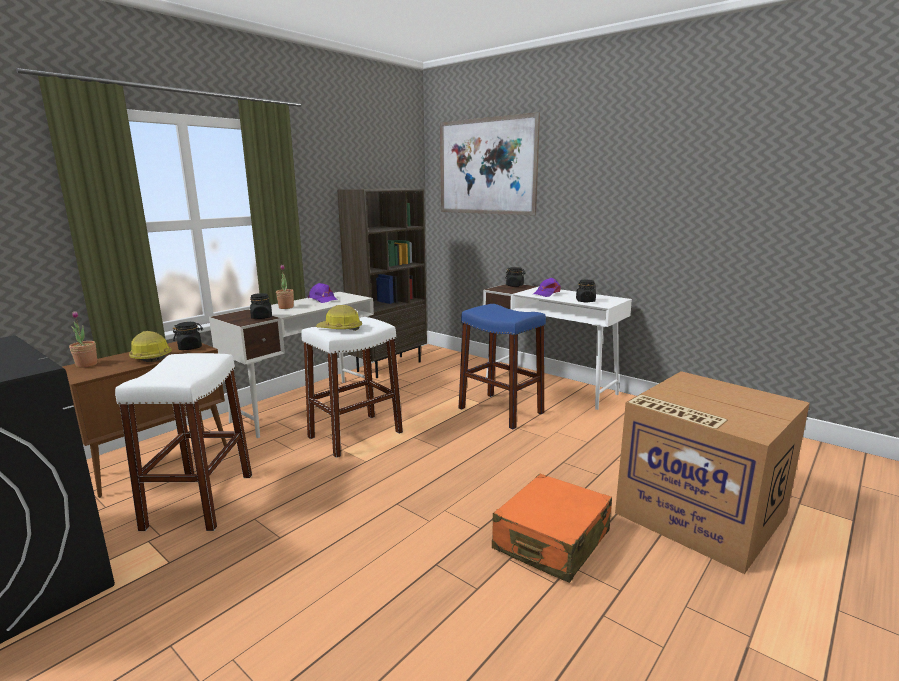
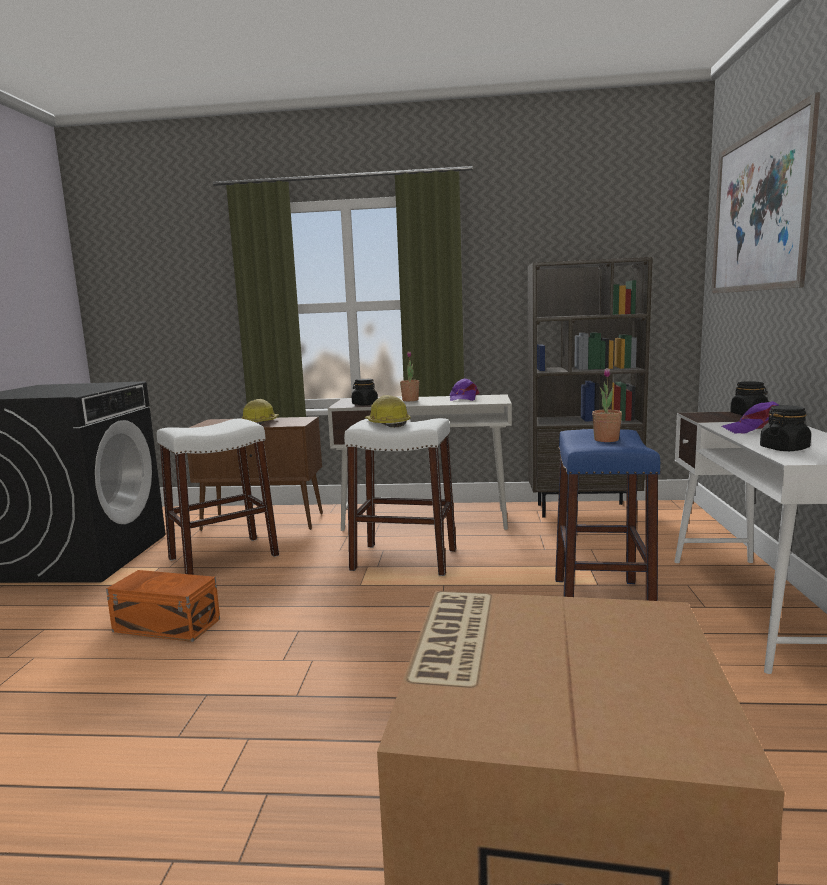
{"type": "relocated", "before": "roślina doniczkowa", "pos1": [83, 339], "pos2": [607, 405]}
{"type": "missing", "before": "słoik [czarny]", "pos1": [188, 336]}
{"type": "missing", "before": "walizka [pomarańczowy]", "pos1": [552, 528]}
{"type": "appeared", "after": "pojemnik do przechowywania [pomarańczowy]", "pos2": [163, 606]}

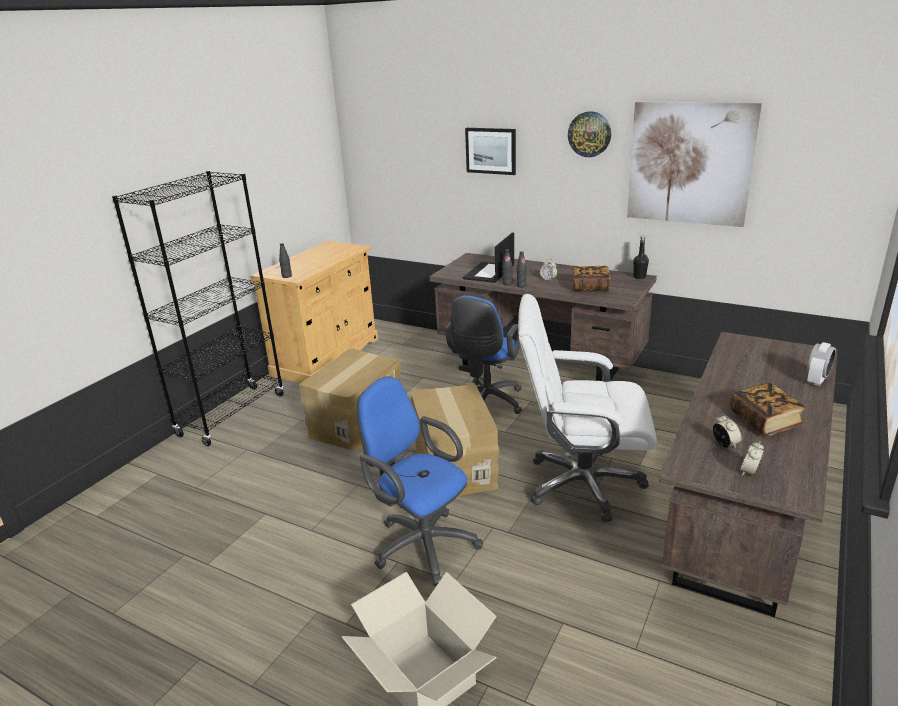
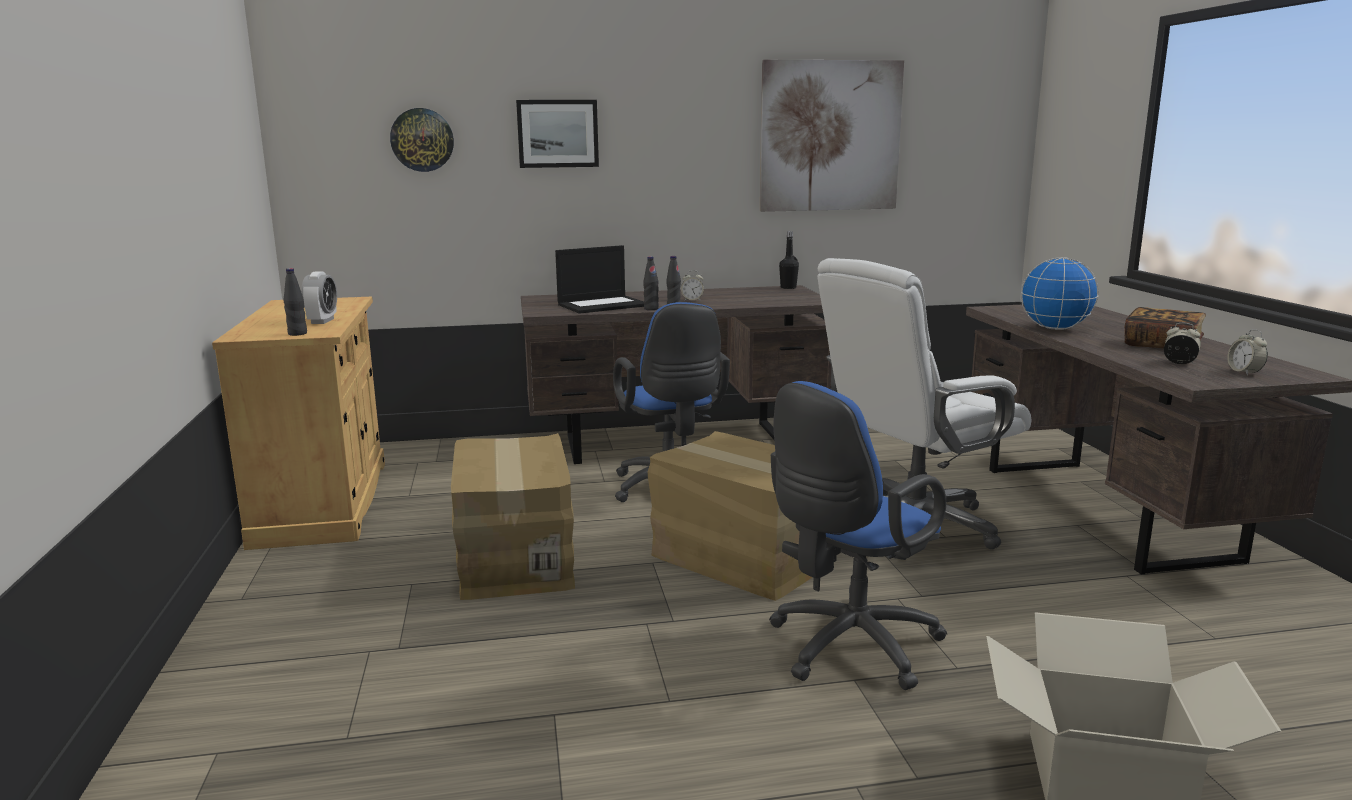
{"type": "relocated", "before": "zegar ścienny", "pos1": [589, 134], "pos2": [422, 140]}
{"type": "missing", "before": "regał [czarny]", "pos1": [198, 308]}
{"type": "spun", "before": "laptop", "pos1": [488, 257], "pos2": [599, 279], "turn": -105}
{"type": "missing", "before": "książka", "pos1": [591, 279]}
{"type": "relocated", "before": "budzik", "pos1": [821, 364], "pos2": [319, 297]}
{"type": "spun", "before": "krzesło biurowe [niebieski]", "pos1": [420, 481], "pos2": [858, 535], "turn": -45}
{"type": "appeared", "after": "globus", "pos2": [1060, 293]}

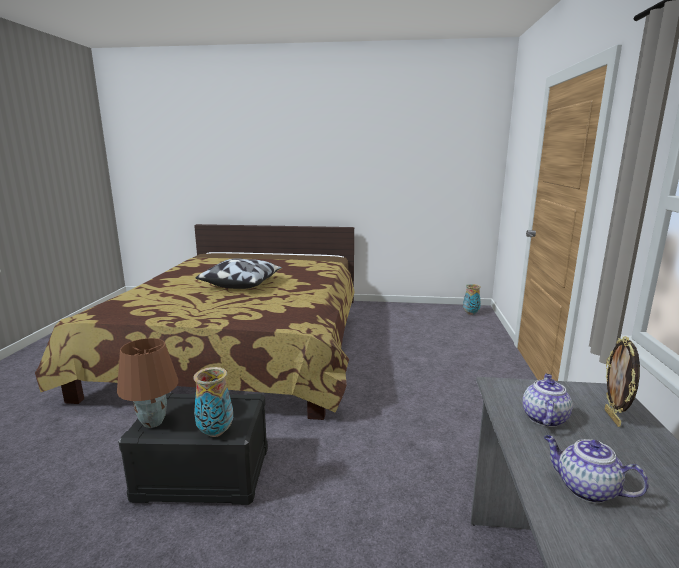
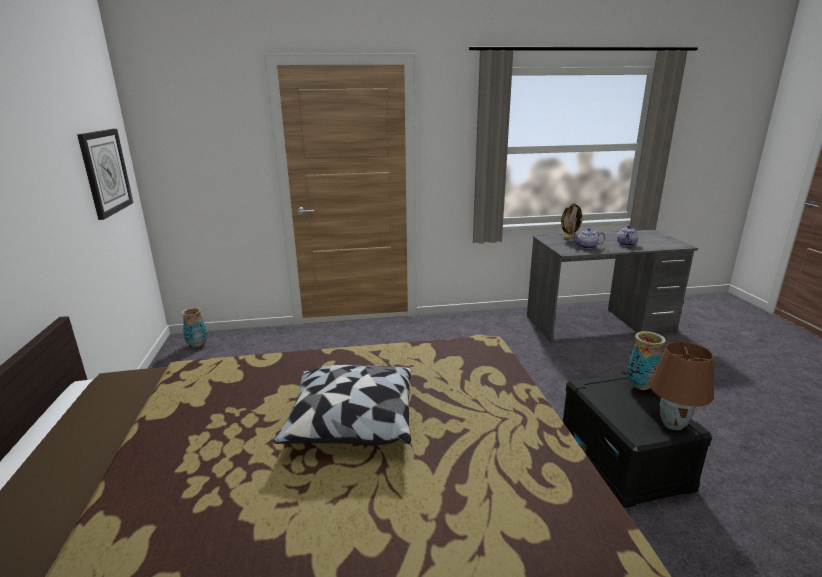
{"type": "appeared", "after": "zegar ścienny", "pos2": [105, 174]}

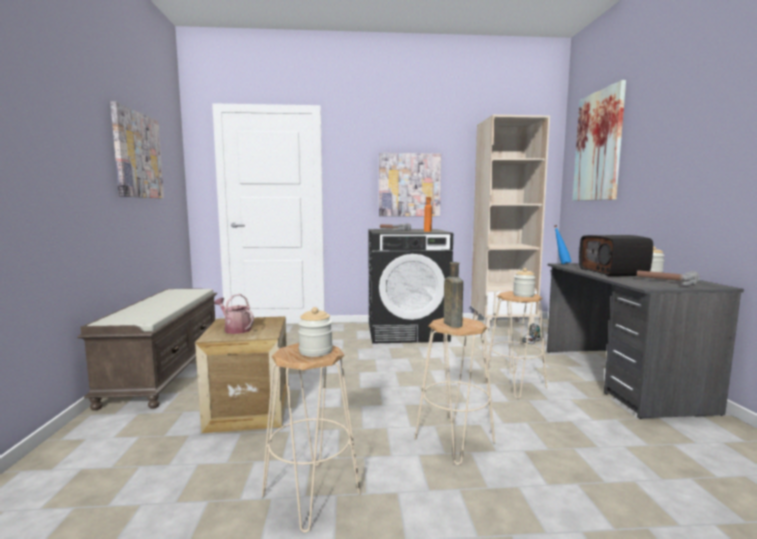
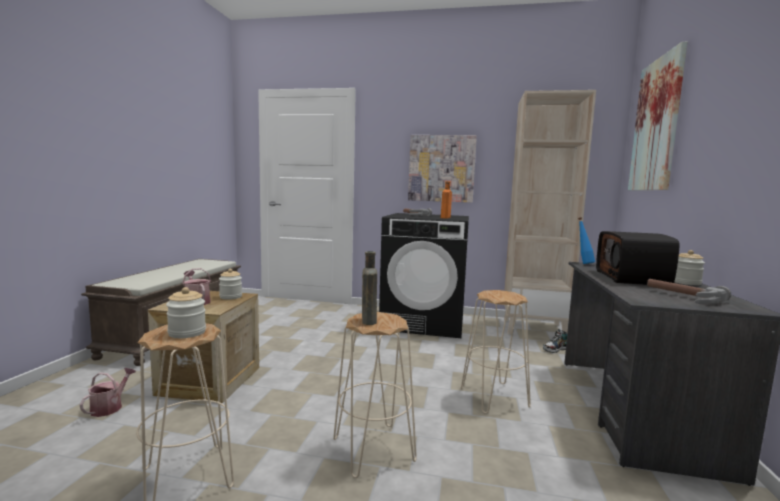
{"type": "missing", "before": "obraz", "pos1": [137, 149]}
{"type": "relocated", "before": "słoik", "pos1": [524, 282], "pos2": [230, 284]}
{"type": "appeared", "after": "konewka", "pos2": [108, 392]}

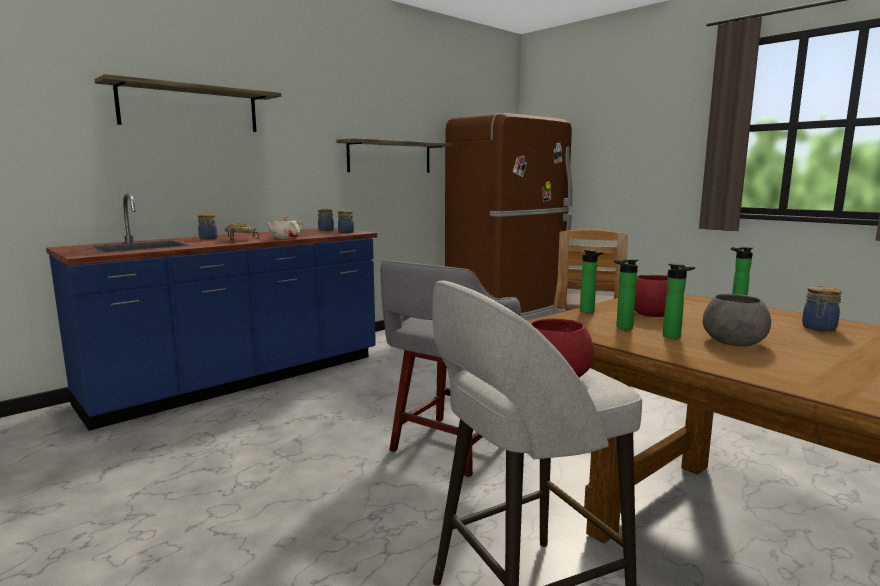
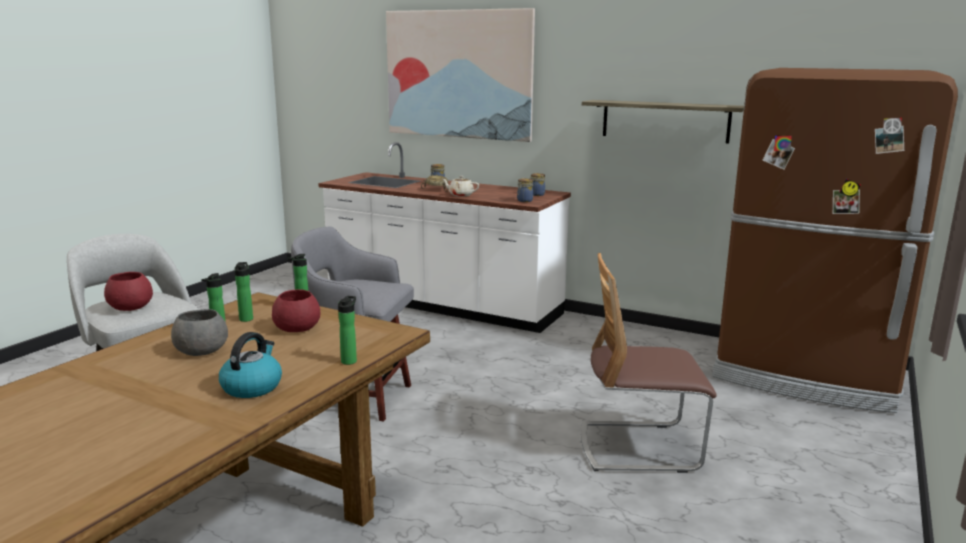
{"type": "exchanged", "before": "półka", "after": "obraz", "pos1": [188, 103], "pos2": [460, 75]}
{"type": "colour", "before": "zabudowa kuchenna [niebieski]", "after": "zabudowa kuchenna [biały]", "pos1": [211, 312], "pos2": [444, 237]}
{"type": "exchanged", "before": "słoik", "after": "czajnik", "pos1": [822, 308], "pos2": [250, 365]}

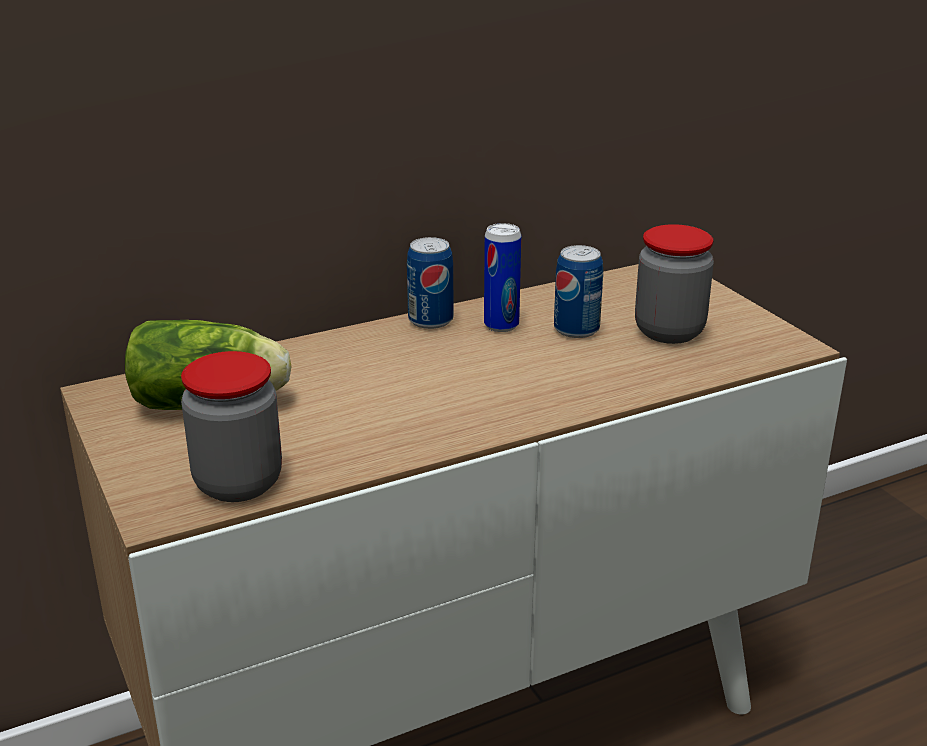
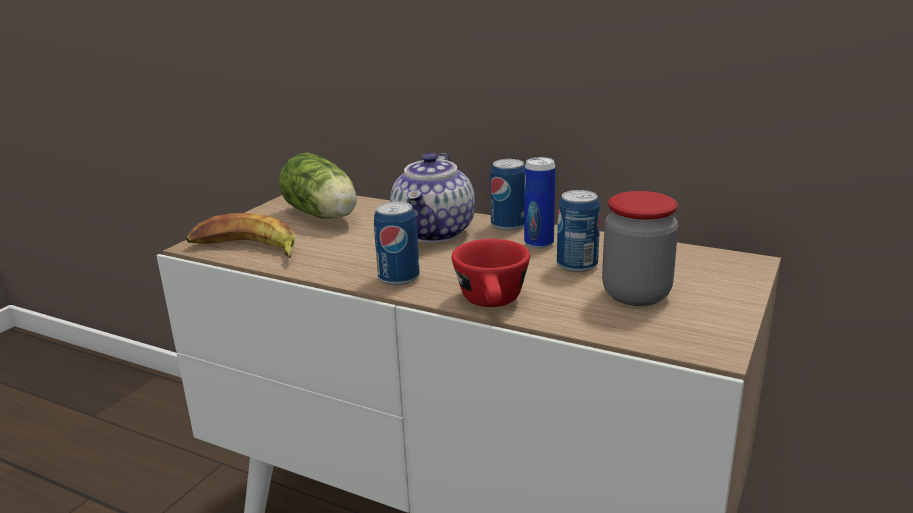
{"type": "exchanged", "before": "słoik", "after": "banan", "pos1": [231, 426], "pos2": [240, 235]}
{"type": "appeared", "after": "imbryk", "pos2": [432, 197]}
{"type": "appeared", "after": "puszka", "pos2": [397, 243]}
{"type": "appeared", "after": "filiżanka [czerwony]", "pos2": [491, 273]}

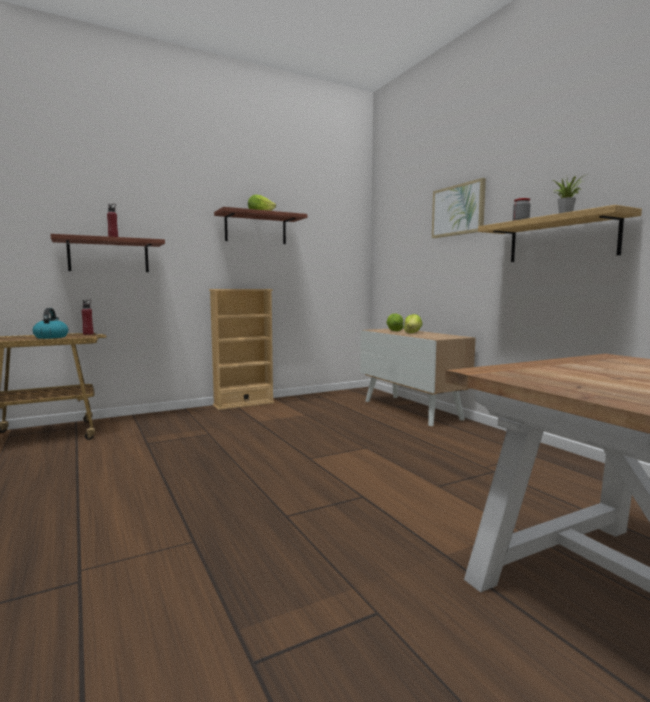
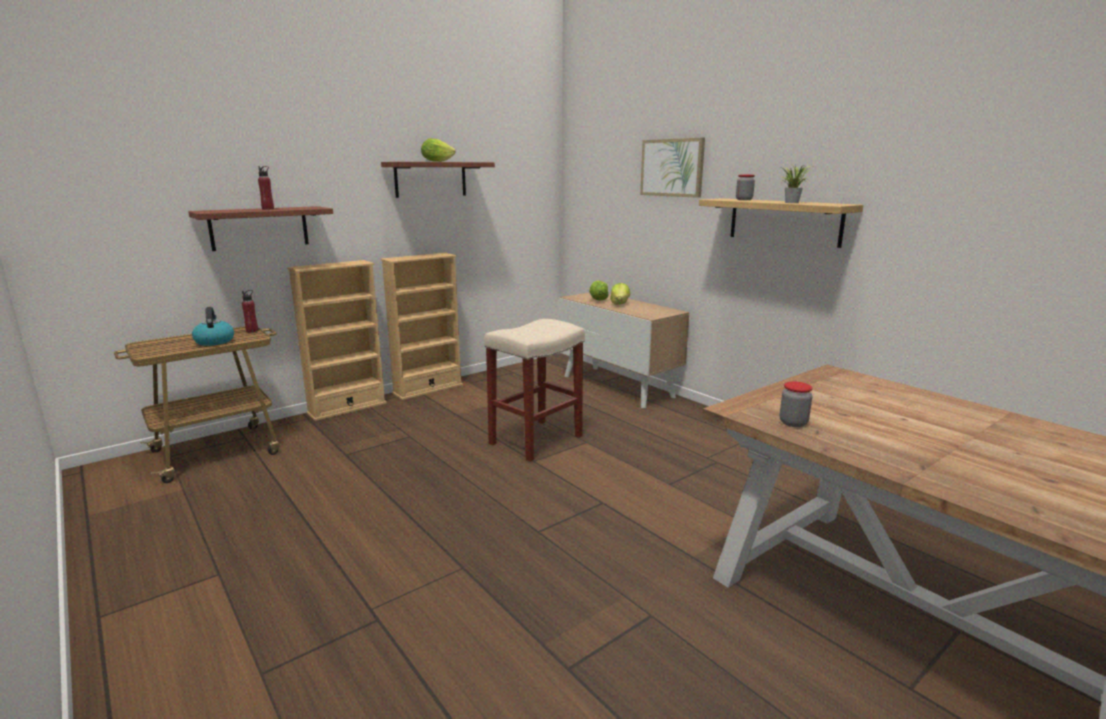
{"type": "appeared", "after": "regał [beżowy]", "pos2": [337, 340]}
{"type": "appeared", "after": "stołek [beżowy]", "pos2": [534, 390]}
{"type": "appeared", "after": "słoik", "pos2": [796, 404]}

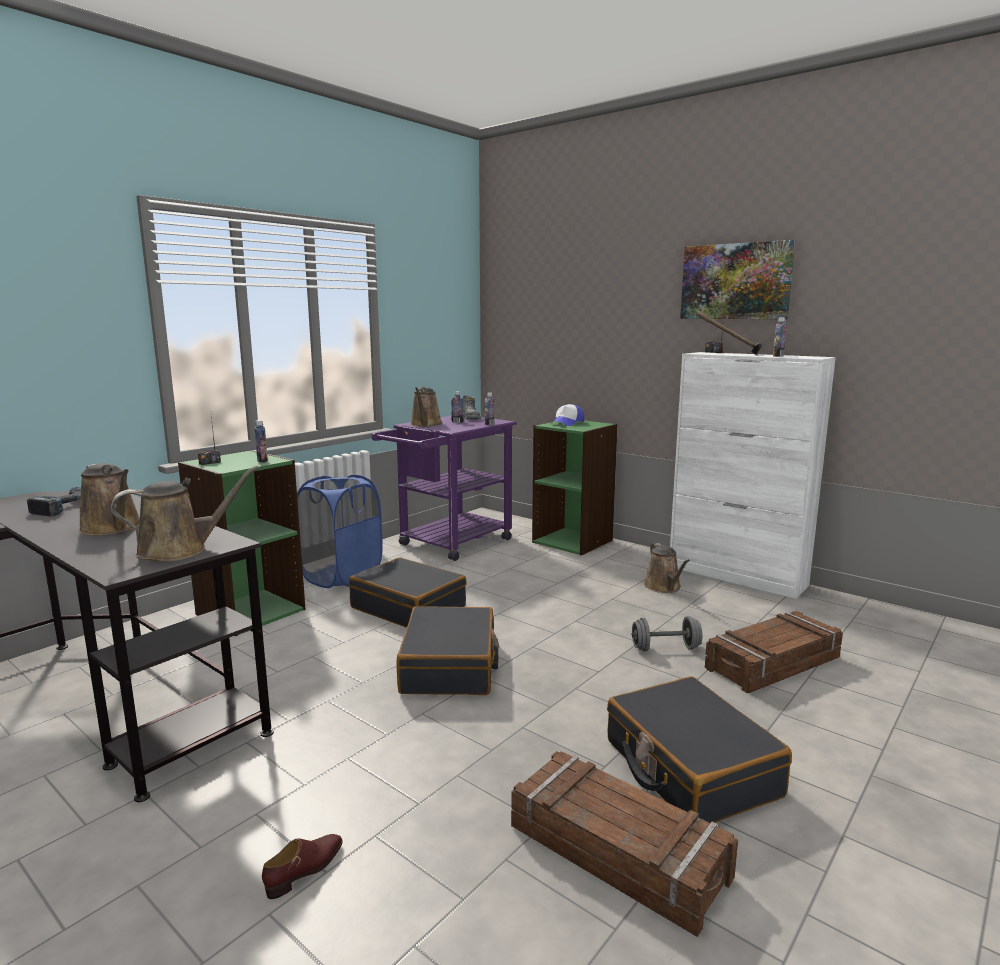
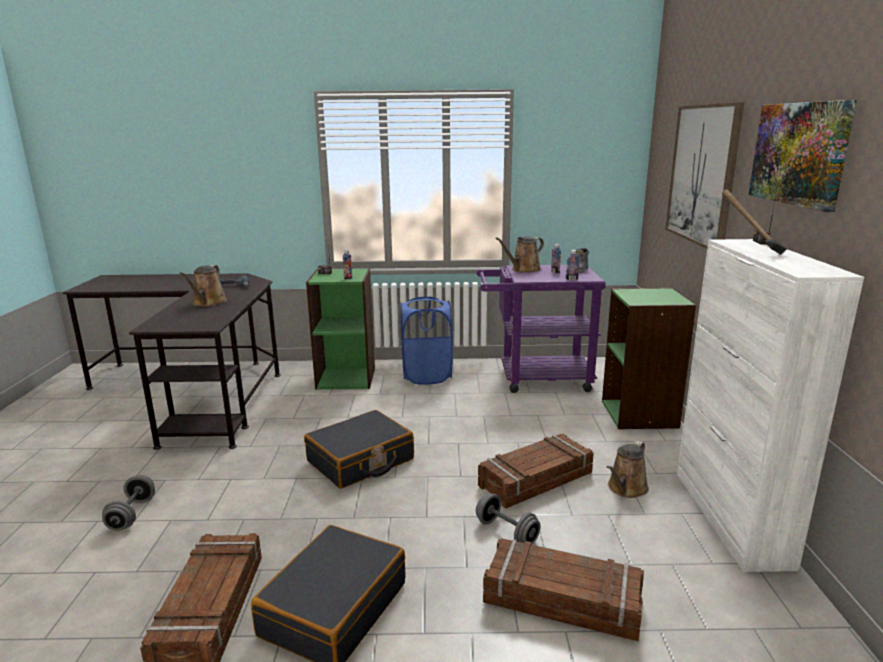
{"type": "missing", "before": "butelka", "pos1": [780, 337]}
{"type": "missing", "before": "czapka z daszkiem", "pos1": [569, 415]}
{"type": "missing", "before": "konewka [brązowy]", "pos1": [185, 513]}
{"type": "missing", "before": "walizka [czarny]", "pos1": [408, 592]}
{"type": "exchanged", "before": "but [brązowy]", "after": "hantel [szary]", "pos1": [302, 866], "pos2": [128, 503]}
{"type": "appeared", "after": "obraz", "pos2": [704, 175]}
{"type": "appeared", "after": "skrzynka", "pos2": [536, 471]}

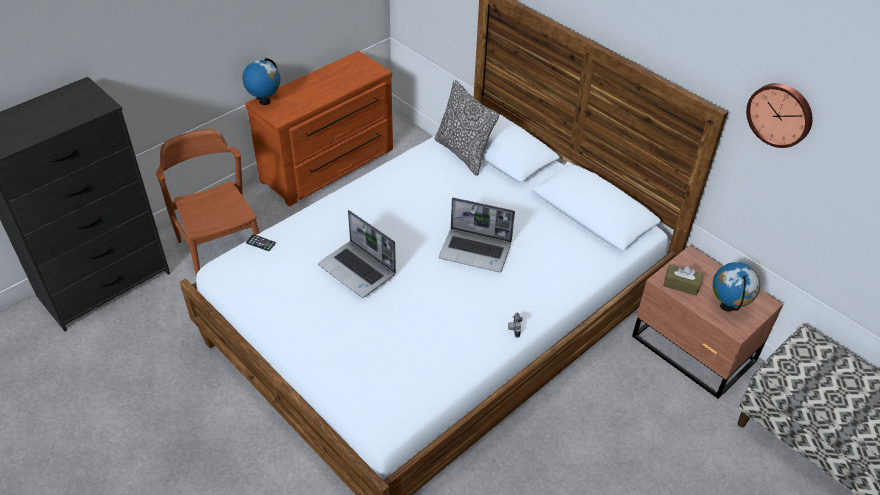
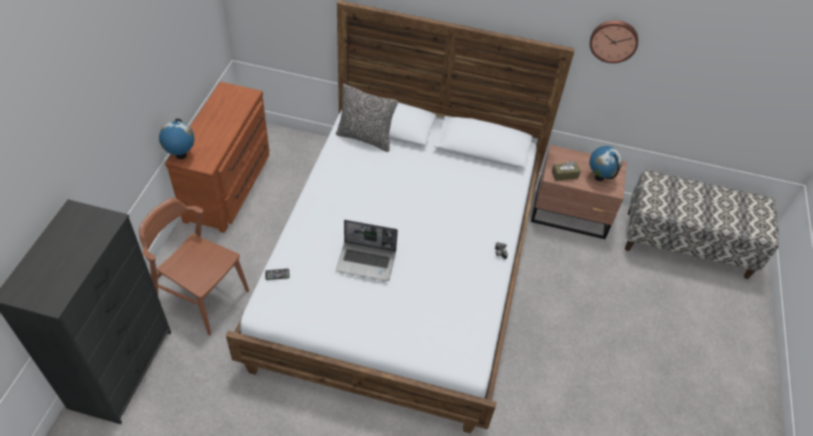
{"type": "missing", "before": "laptop", "pos1": [477, 235]}

